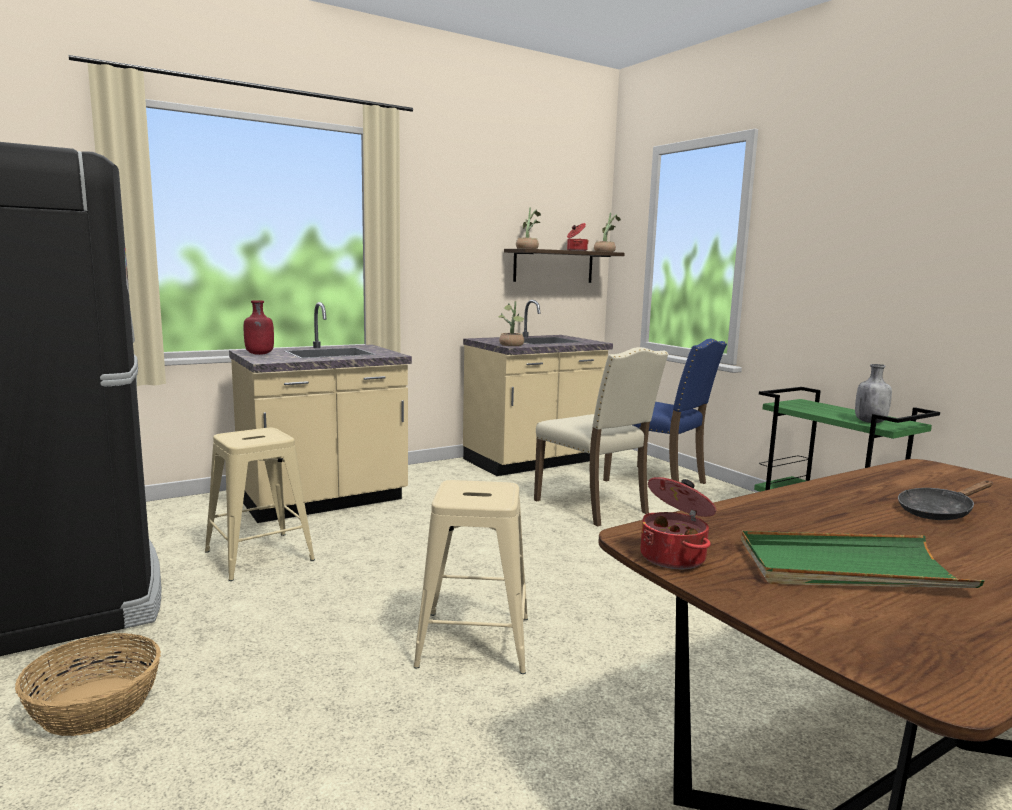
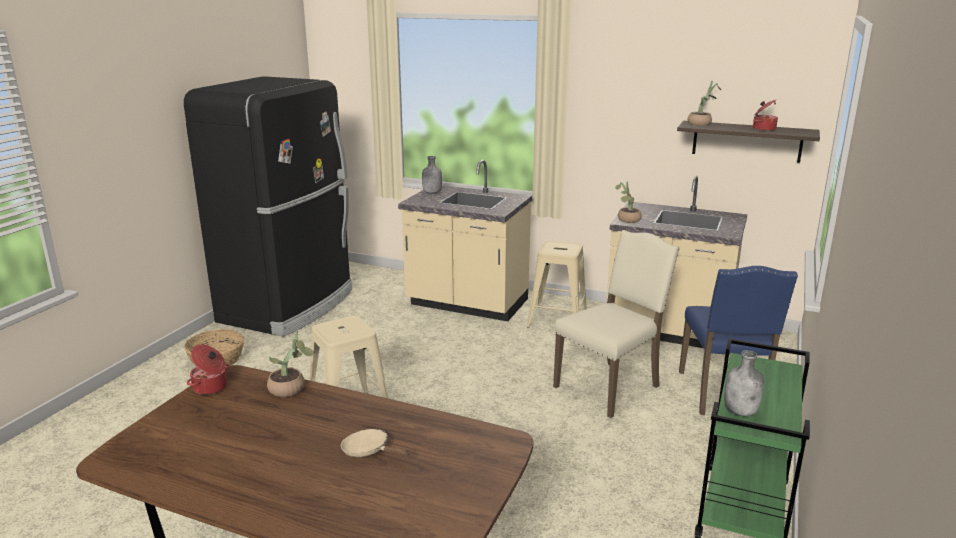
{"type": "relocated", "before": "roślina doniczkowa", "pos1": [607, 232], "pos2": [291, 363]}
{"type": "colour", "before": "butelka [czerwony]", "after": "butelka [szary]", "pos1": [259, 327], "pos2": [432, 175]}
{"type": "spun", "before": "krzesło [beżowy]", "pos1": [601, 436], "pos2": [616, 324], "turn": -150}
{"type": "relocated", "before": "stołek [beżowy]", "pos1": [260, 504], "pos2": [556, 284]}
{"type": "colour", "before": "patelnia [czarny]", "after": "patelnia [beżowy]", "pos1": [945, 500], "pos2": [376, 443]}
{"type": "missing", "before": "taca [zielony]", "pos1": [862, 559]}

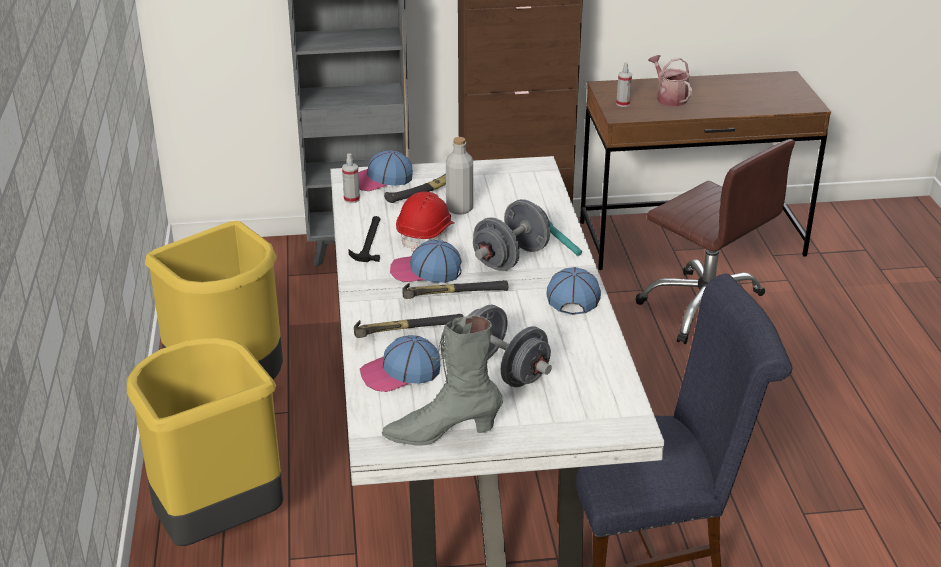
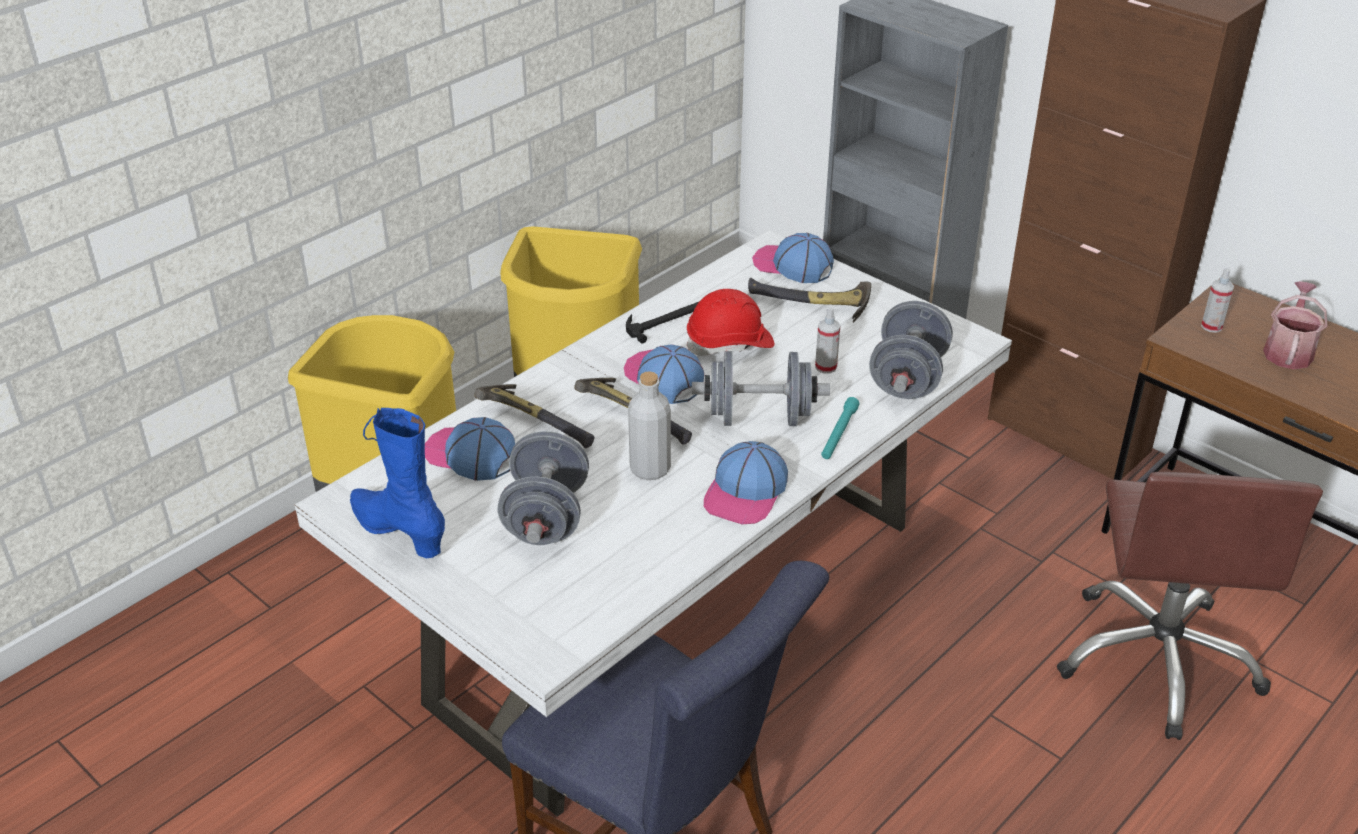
{"type": "relocated", "before": "butelka [szary]", "pos1": [459, 175], "pos2": [649, 425]}
{"type": "relocated", "before": "spryskiwacz", "pos1": [351, 178], "pos2": [827, 340]}
{"type": "spun", "before": "czapka z daszkiem", "pos1": [573, 291], "pos2": [746, 482], "turn": 150}
{"type": "colour", "before": "but z cholewką [szary]", "after": "but z cholewką [niebieski]", "pos1": [442, 380], "pos2": [397, 483]}
{"type": "appeared", "after": "hantel [szary]", "pos2": [911, 350]}

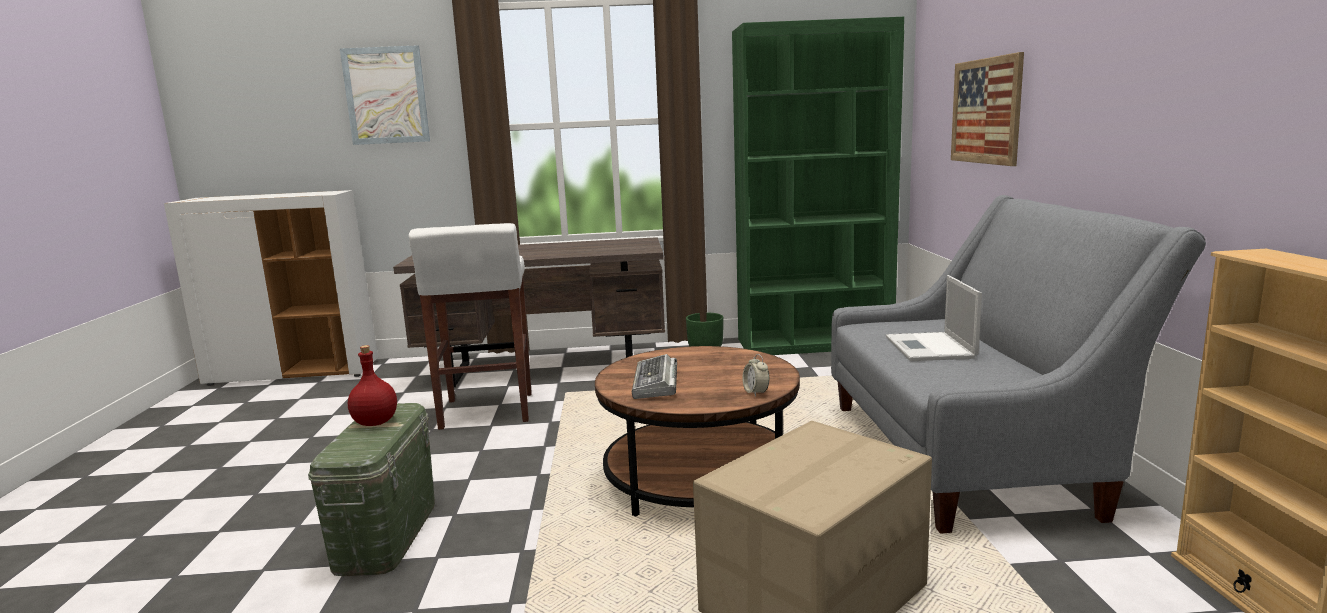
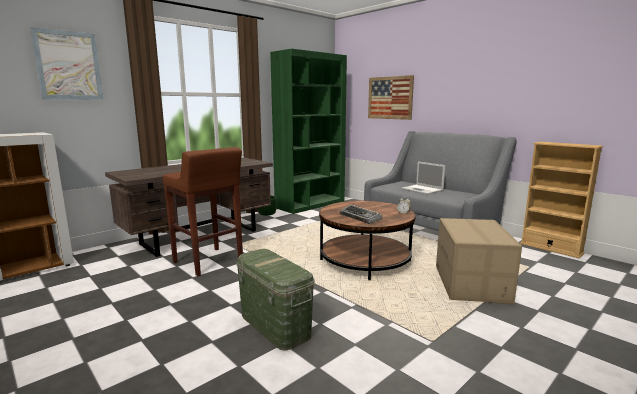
{"type": "colour", "before": "stołek [biały]", "after": "stołek [brązowy]", "pos1": [470, 326], "pos2": [202, 211]}
{"type": "missing", "before": "butelka [czerwony]", "pos1": [372, 385]}

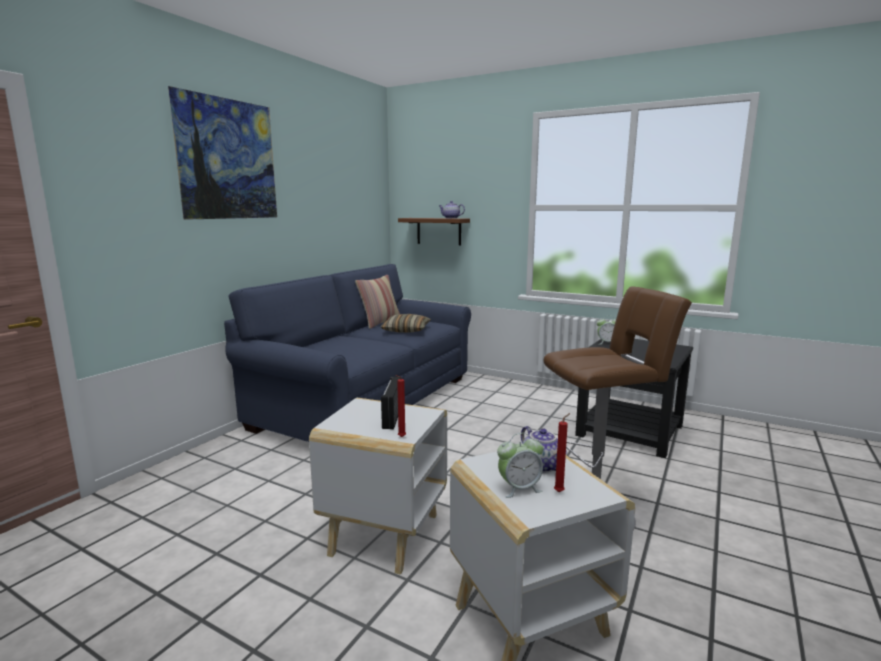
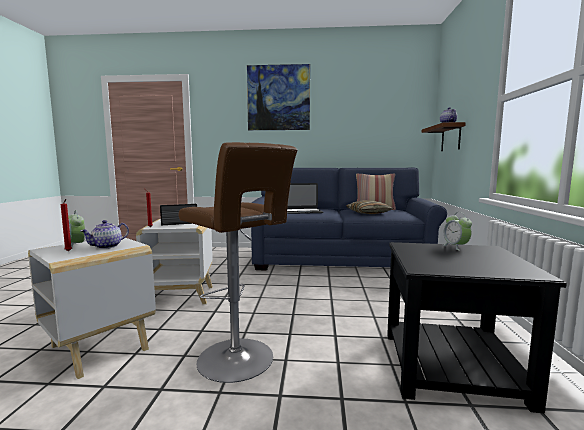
{"type": "appeared", "after": "laptop", "pos2": [305, 198]}

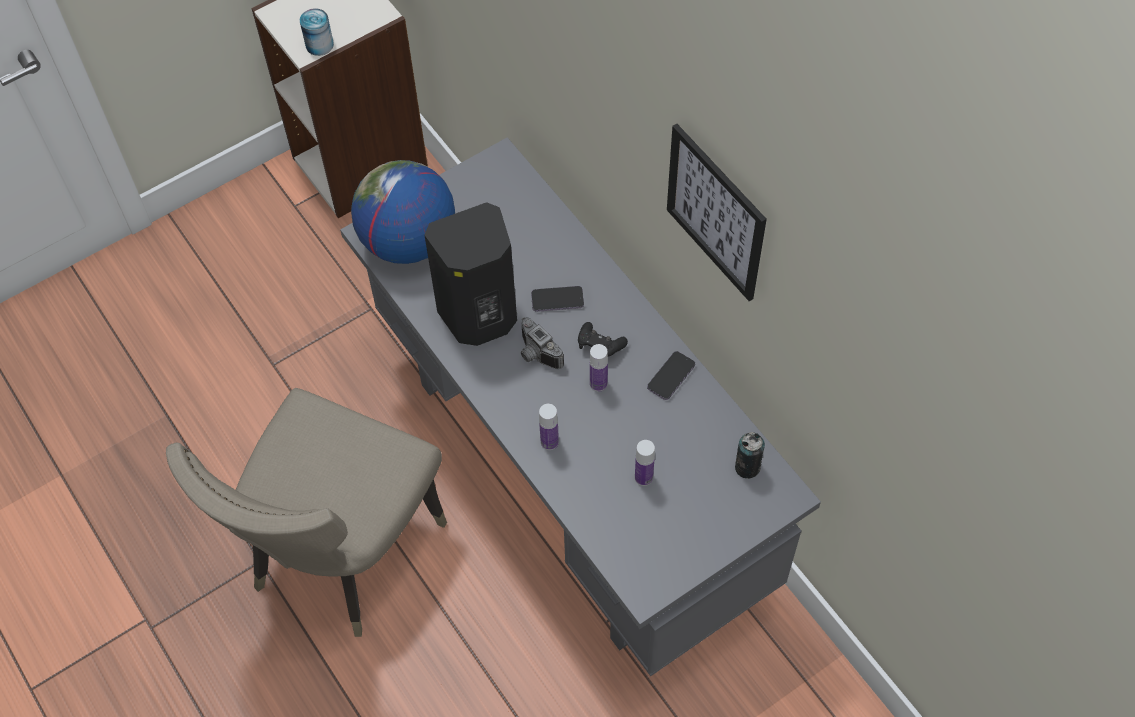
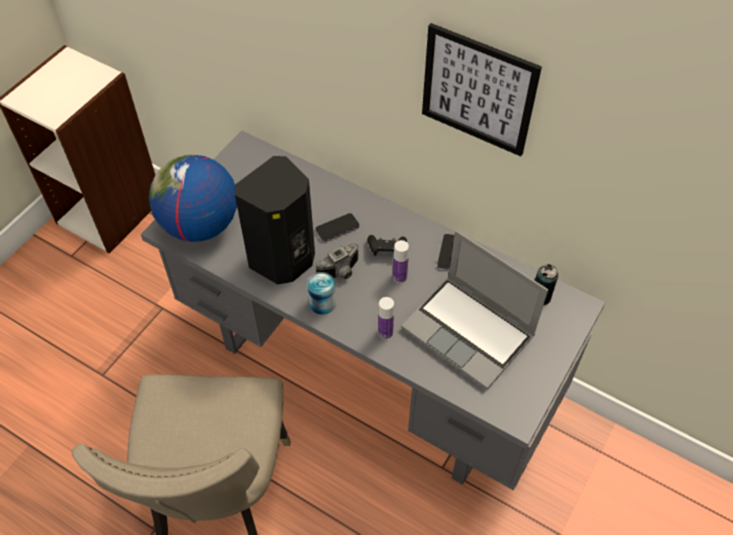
{"type": "relocated", "before": "puszka", "pos1": [317, 32], "pos2": [321, 293]}
{"type": "spun", "before": "aparat fotograficzny", "pos1": [542, 343], "pos2": [337, 261], "turn": -60}
{"type": "exchanged", "before": "butelka", "after": "laptop", "pos1": [645, 463], "pos2": [474, 310]}

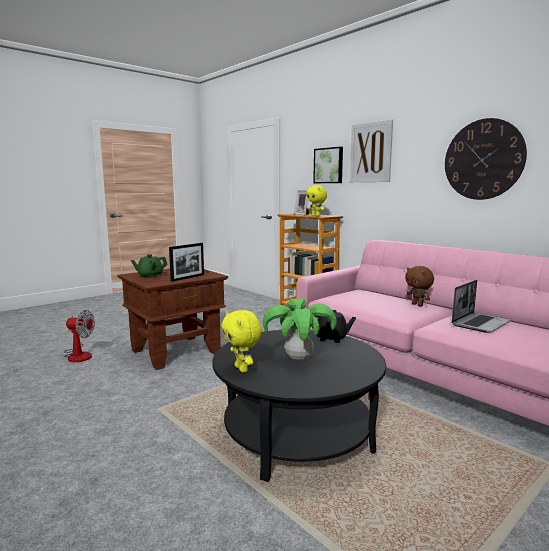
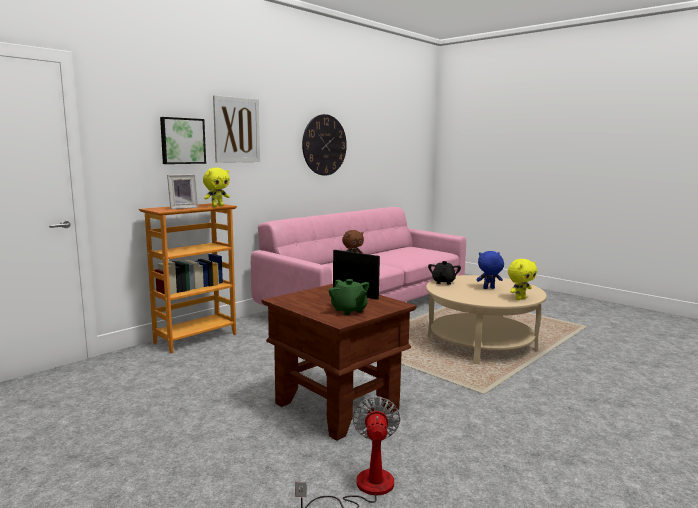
{"type": "missing", "before": "laptop", "pos1": [481, 306]}
{"type": "exchanged", "before": "roślina doniczkowa", "after": "pluszak [niebieski]", "pos1": [300, 329], "pos2": [490, 270]}
{"type": "colour", "before": "ława [czarny]", "after": "ława [beżowy]", "pos1": [299, 405], "pos2": [486, 319]}

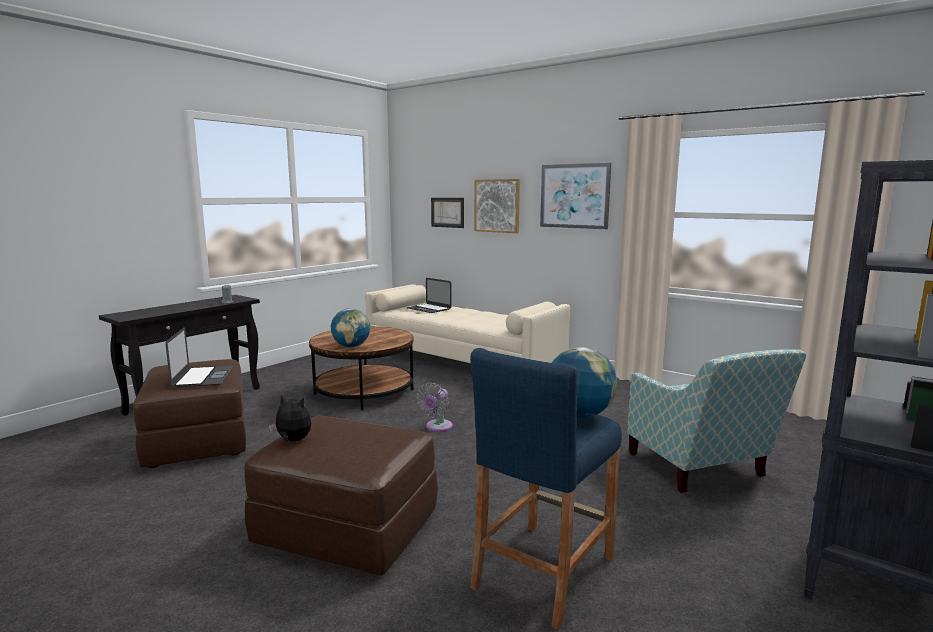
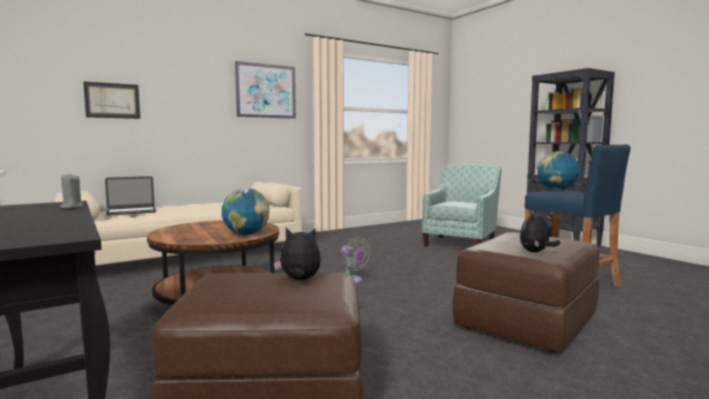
{"type": "missing", "before": "obraz", "pos1": [497, 206]}
{"type": "exchanged", "before": "laptop", "after": "pluszak", "pos1": [199, 357], "pos2": [297, 254]}
{"type": "spun", "before": "fotel", "pos1": [716, 421], "pos2": [462, 205], "turn": -60}

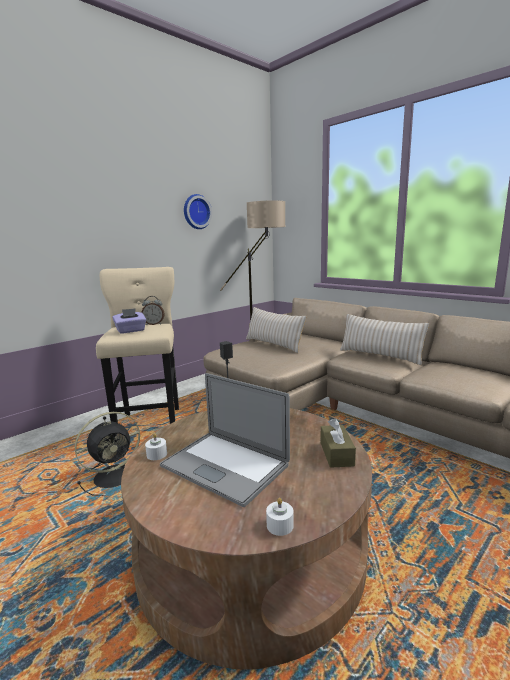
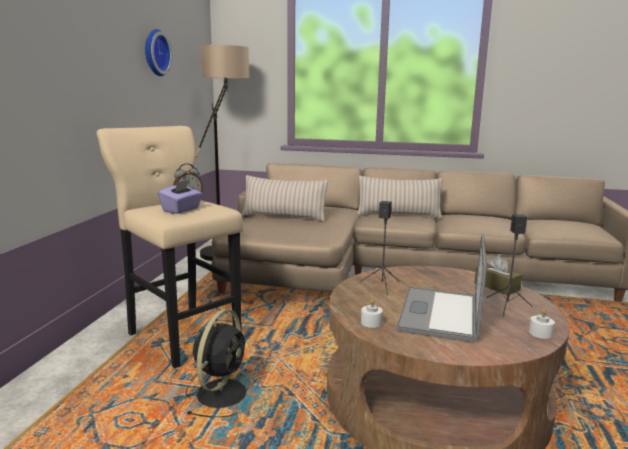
{"type": "spun", "before": "laptop", "pos1": [225, 440], "pos2": [442, 287], "turn": 105}
{"type": "appeared", "after": "głośnik [czarny]", "pos2": [509, 265]}

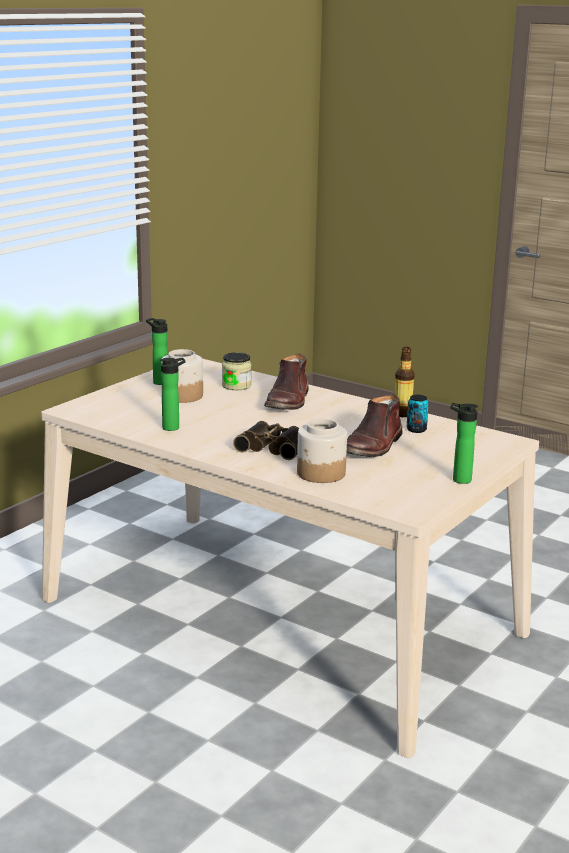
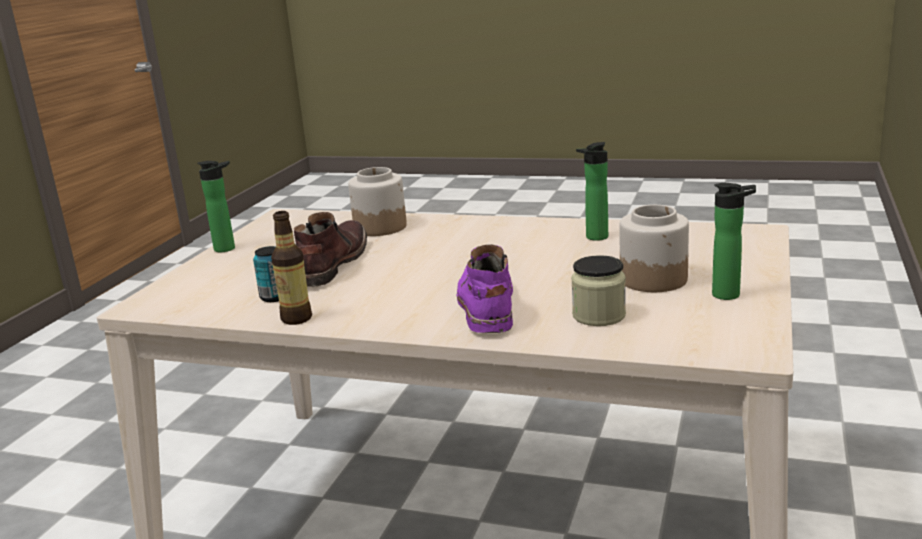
{"type": "colour", "before": "but z cholewką [brązowy]", "after": "but z cholewką [fioletowy]", "pos1": [286, 381], "pos2": [485, 288]}
{"type": "missing", "before": "lornetka", "pos1": [266, 440]}

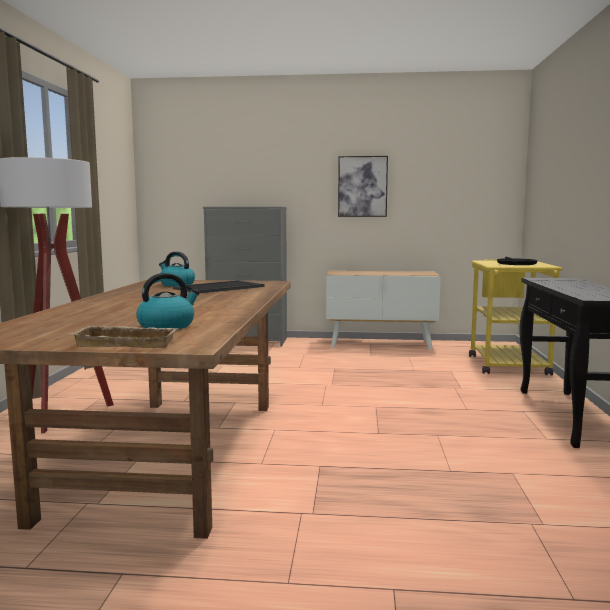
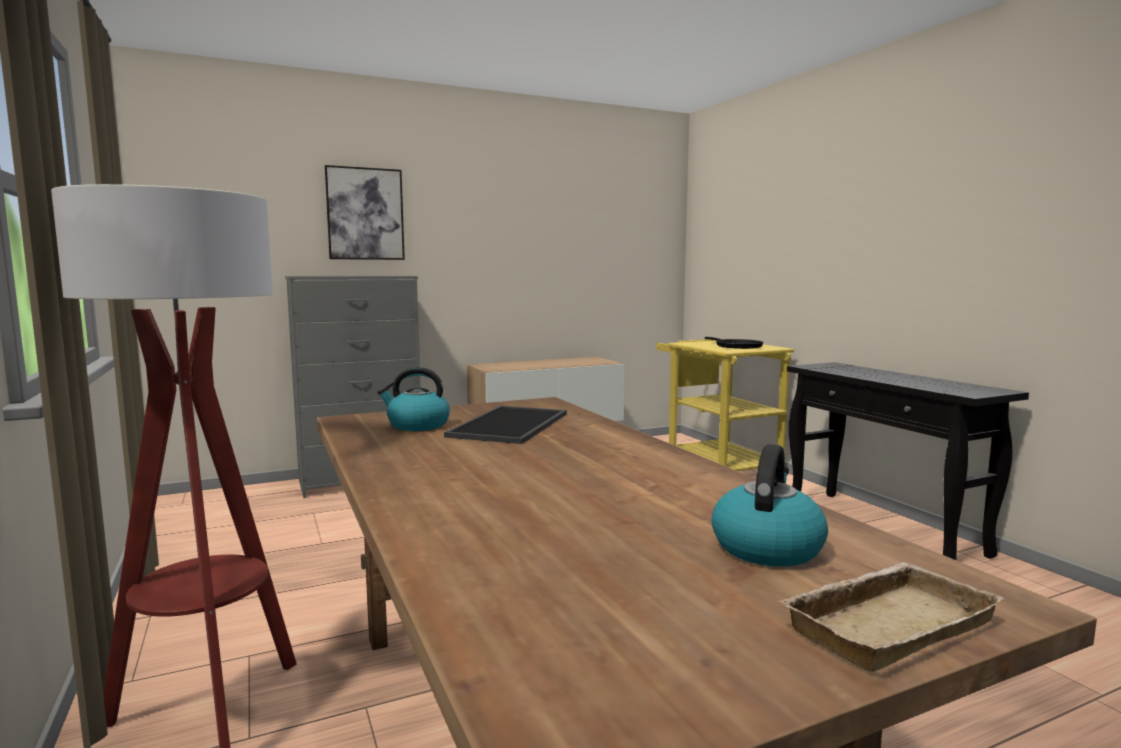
{"type": "relocated", "before": "obraz", "pos1": [363, 186], "pos2": [365, 212]}

